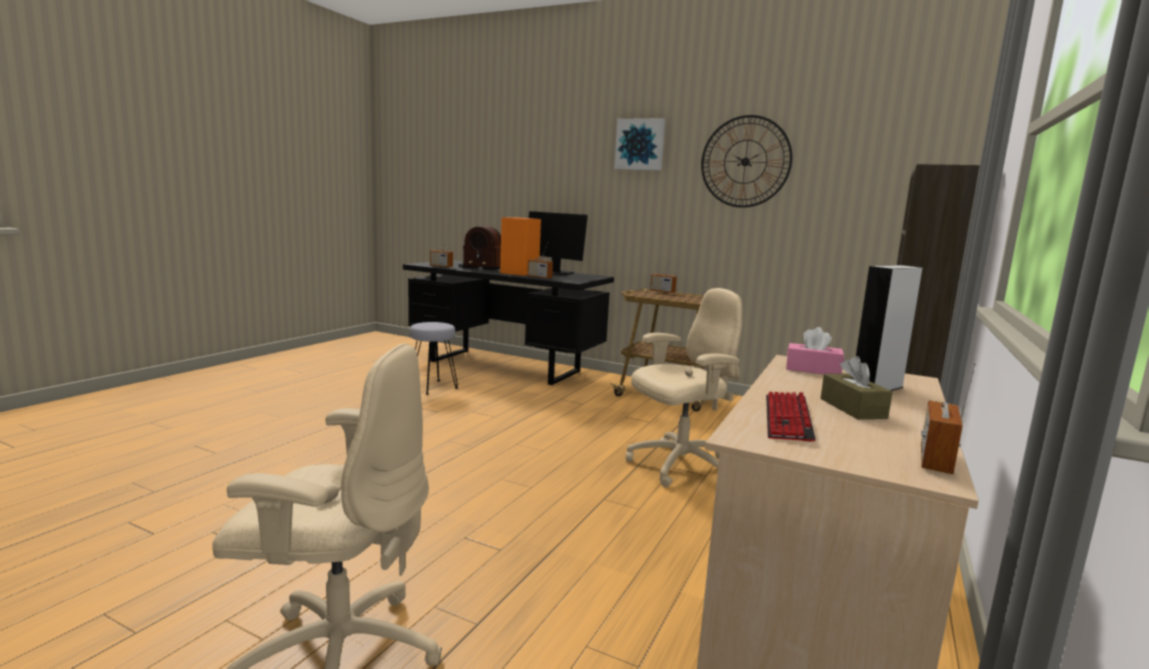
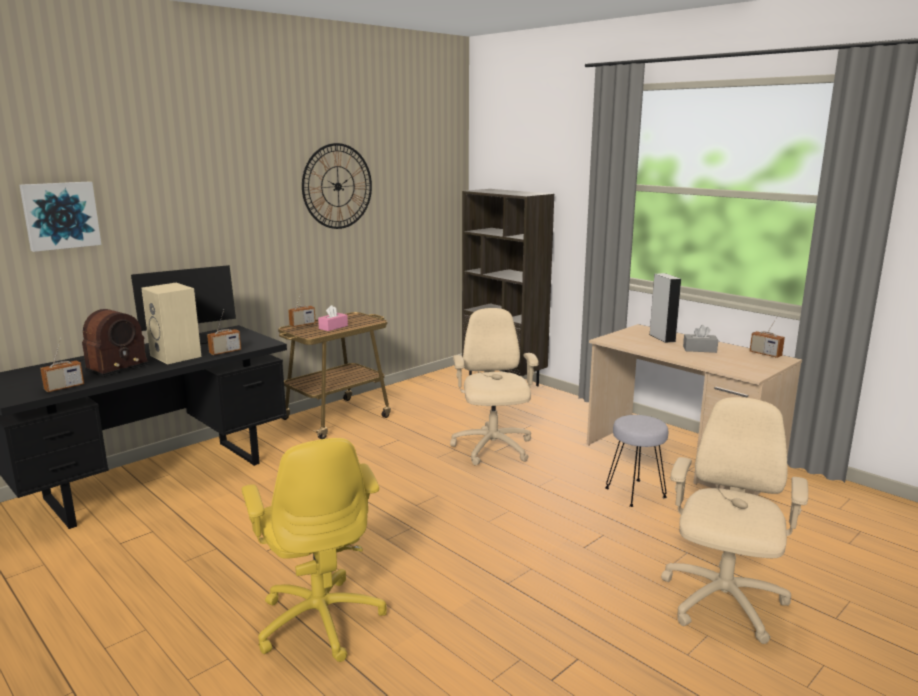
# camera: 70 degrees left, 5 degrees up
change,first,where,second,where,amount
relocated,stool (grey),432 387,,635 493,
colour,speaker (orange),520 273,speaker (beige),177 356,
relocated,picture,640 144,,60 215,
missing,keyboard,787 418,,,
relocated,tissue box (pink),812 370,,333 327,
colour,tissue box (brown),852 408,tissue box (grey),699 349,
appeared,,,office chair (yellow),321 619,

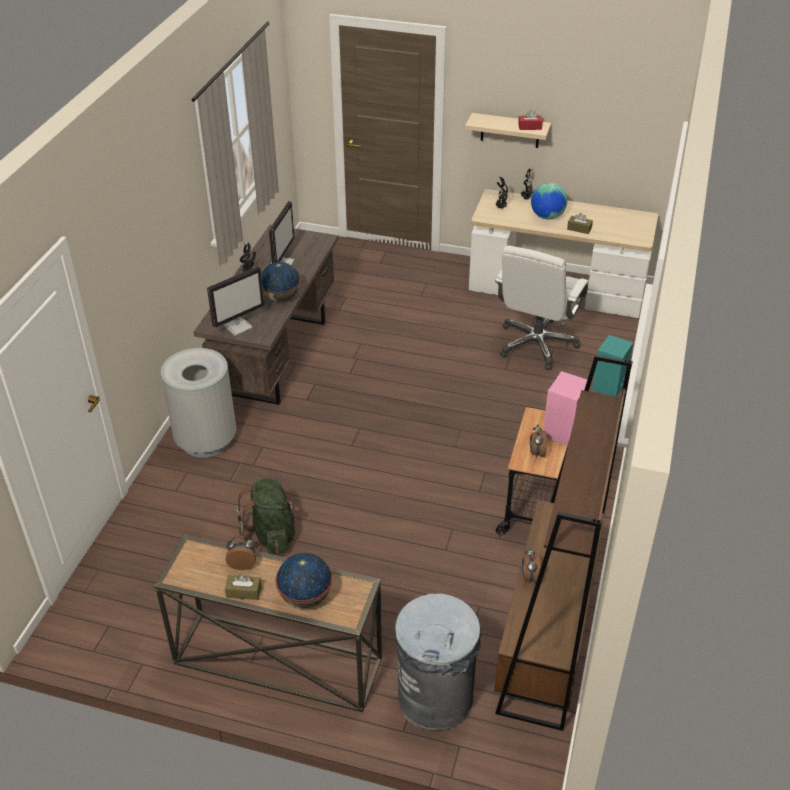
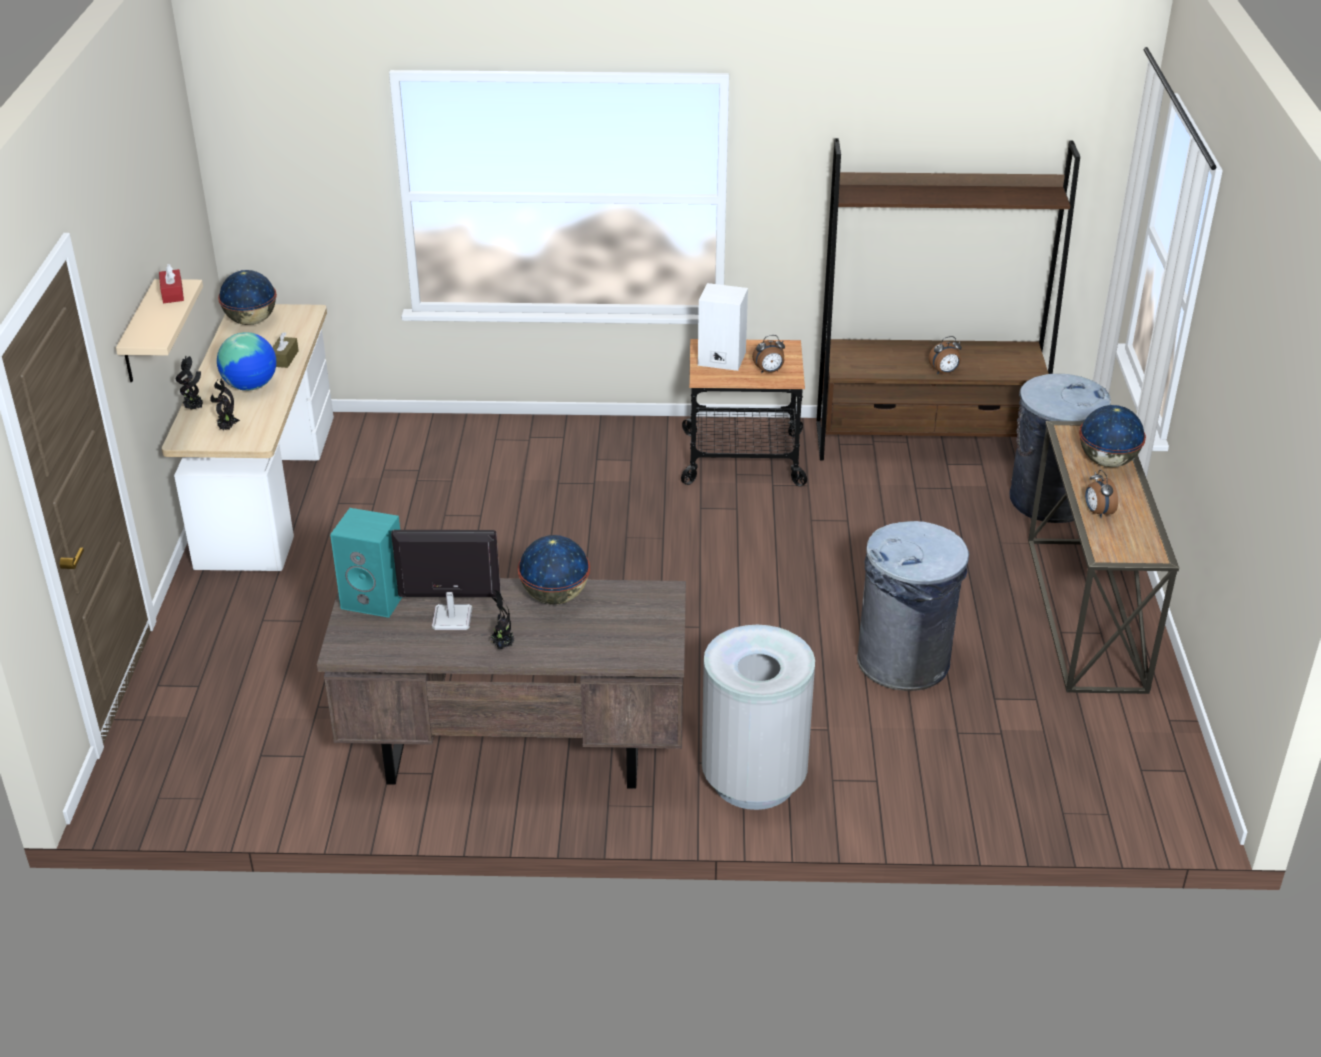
# camera: 105 degrees left, 5 degrees down
change,first,where,second,where,amount
missing,monitor,238 326,,,
missing,tissue box (brown),244 592,,,
exchanged,backpack (green),272 535,trash can (grey),904 662,
missing,office chair (white),536 344,,,
colour,speaker (pink),562 430,speaker (white),720 359,
relocated,speaker (turquoise),609 386,,376 598,
appeared,,,globe,252 321,

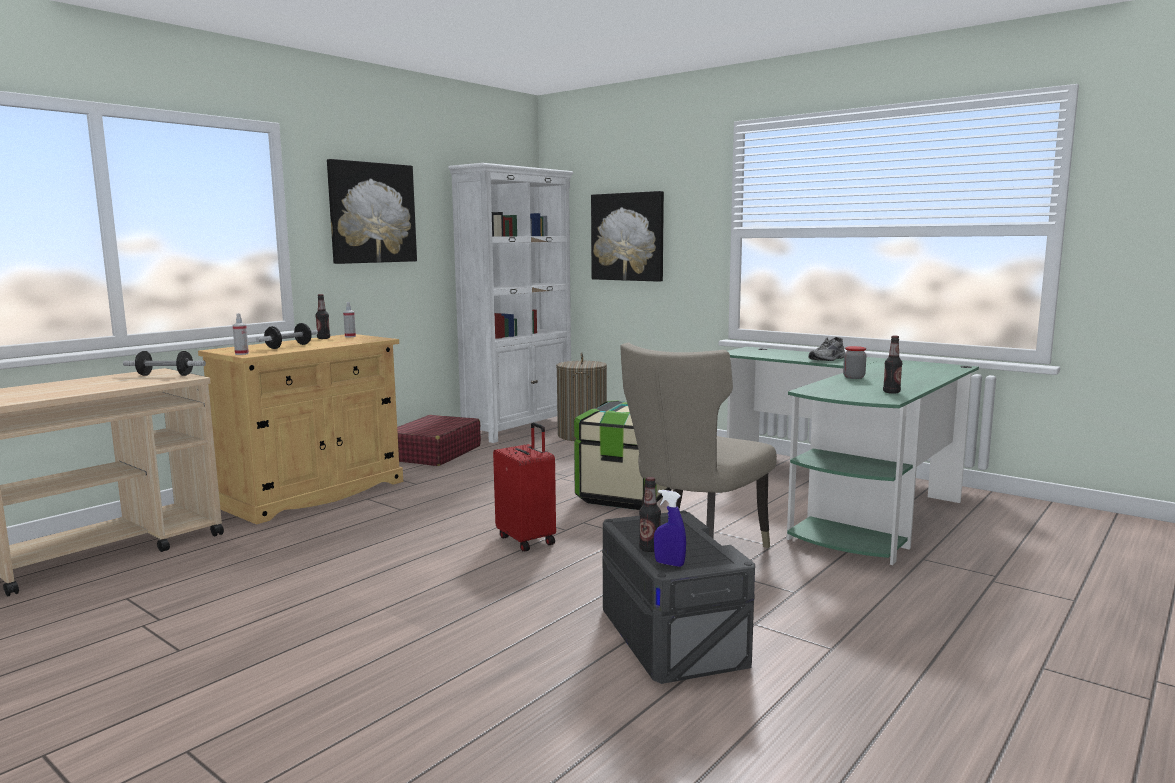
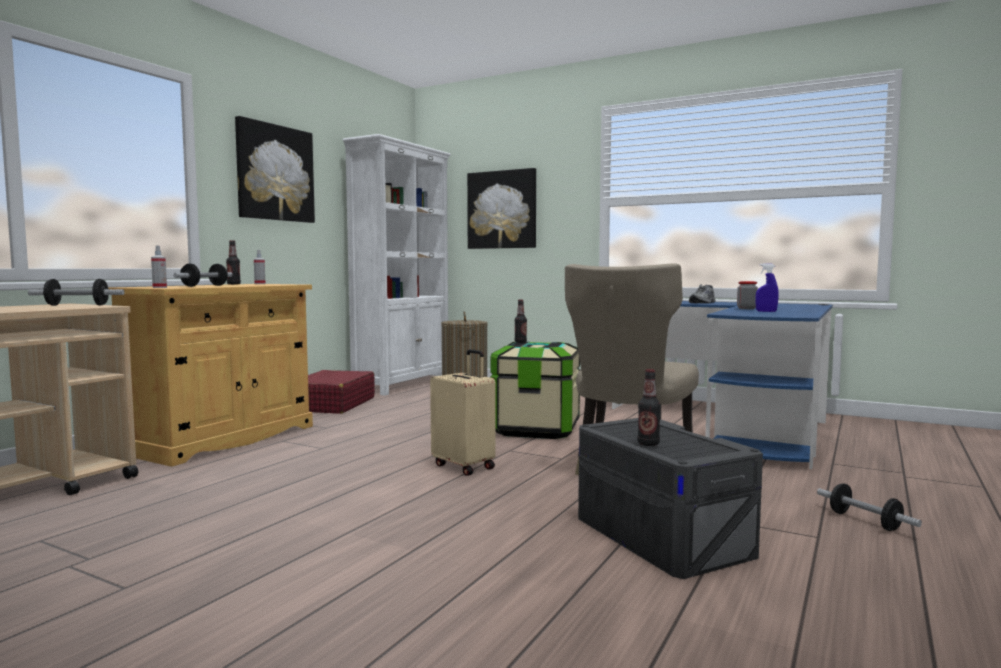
# camera: 10 degrees left, 5 degrees down
change,first,where,second,where,amount
colour,suitcase (red),527 540,suitcase (beige),465 466,
relocated,spray bottle (blue),669 564,,766 311,
colour,desk (green),847 501,desk (blue),732 425,
relocated,bottle,891 392,,520 342,
appeared,,,dumbbell,865 521,

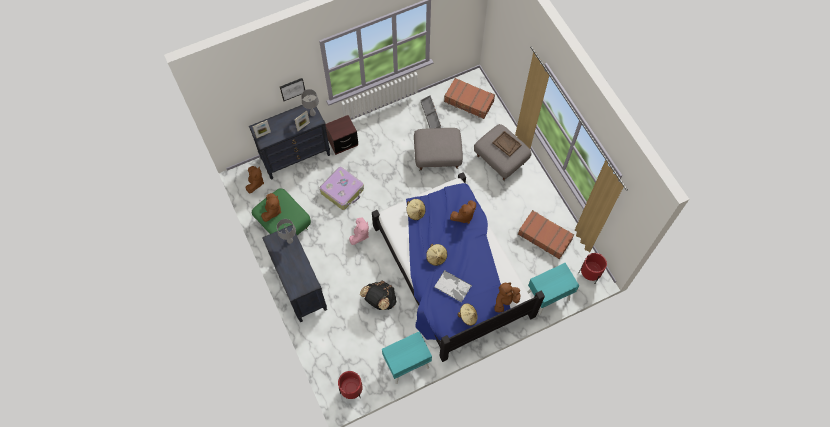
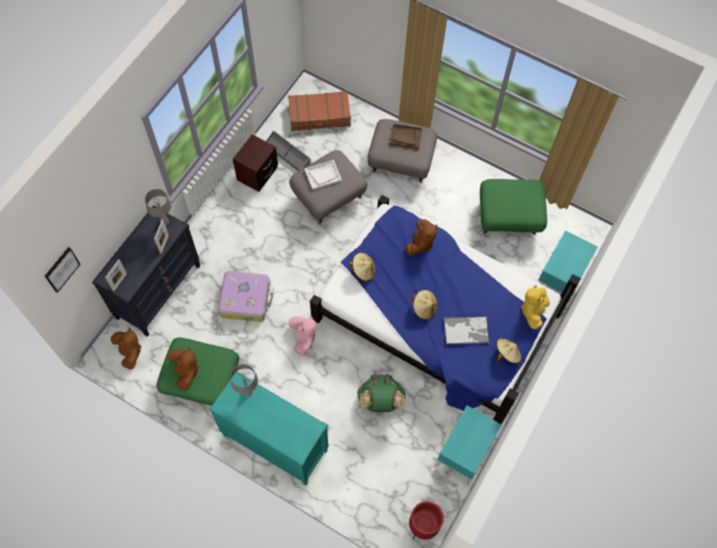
# camera: 35 degrees left, 0 degrees up
change,first,where,second,where,amount
colour,dresser (black),300 286,dresser (turquoise),274 443,
relocated,picture,292 88,,61 269,
relocated,nightstand (brown),343 142,,257 174,
colour,backpack (black),379 300,backpack (green),380 401,
colour,plush toy (brown),505 301,plush toy (yellow),533 311,
exchanged,suitcase (brown),545 236,ottoman (green),508 218,
missing,planter (red),589 274,,,
appeared,,,tray (white),323 175,

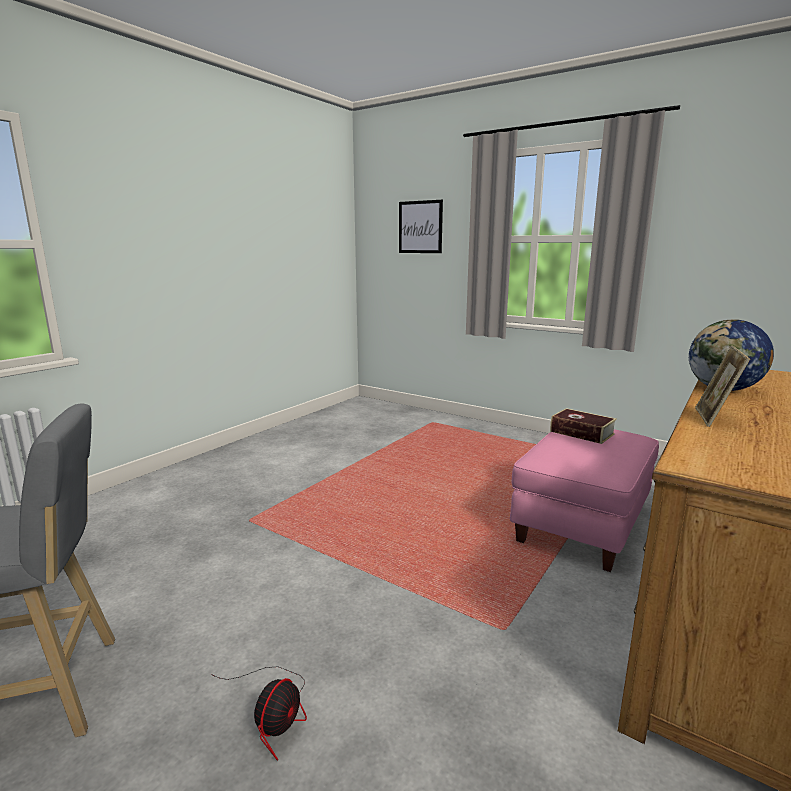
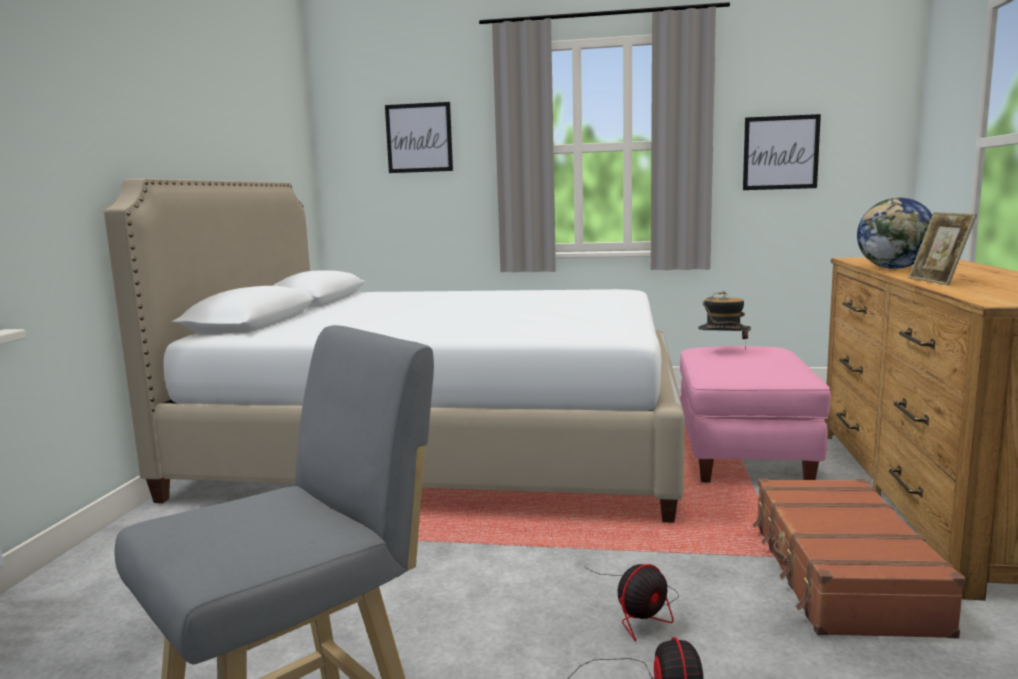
# camera: 25 degrees left, 5 degrees down
change,first,where,second,where,amount
exchanged,book,582 433,hat,723 351,
appeared,,,bed (white),444 447,
appeared,,,fan,641 610,
appeared,,,picture,780 153,
appeared,,,suitcase (brown),840 575,

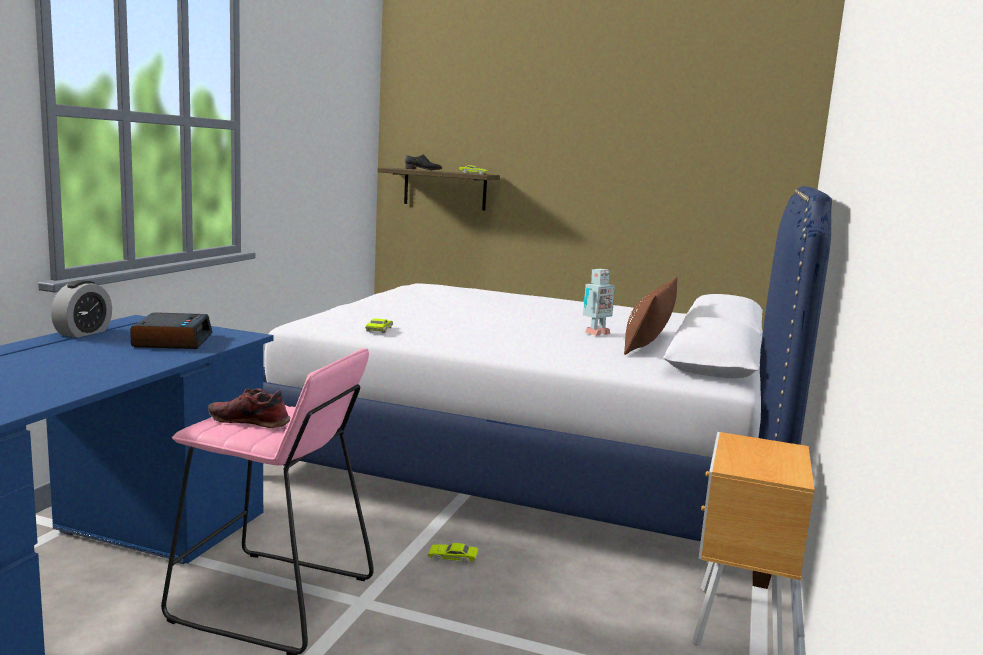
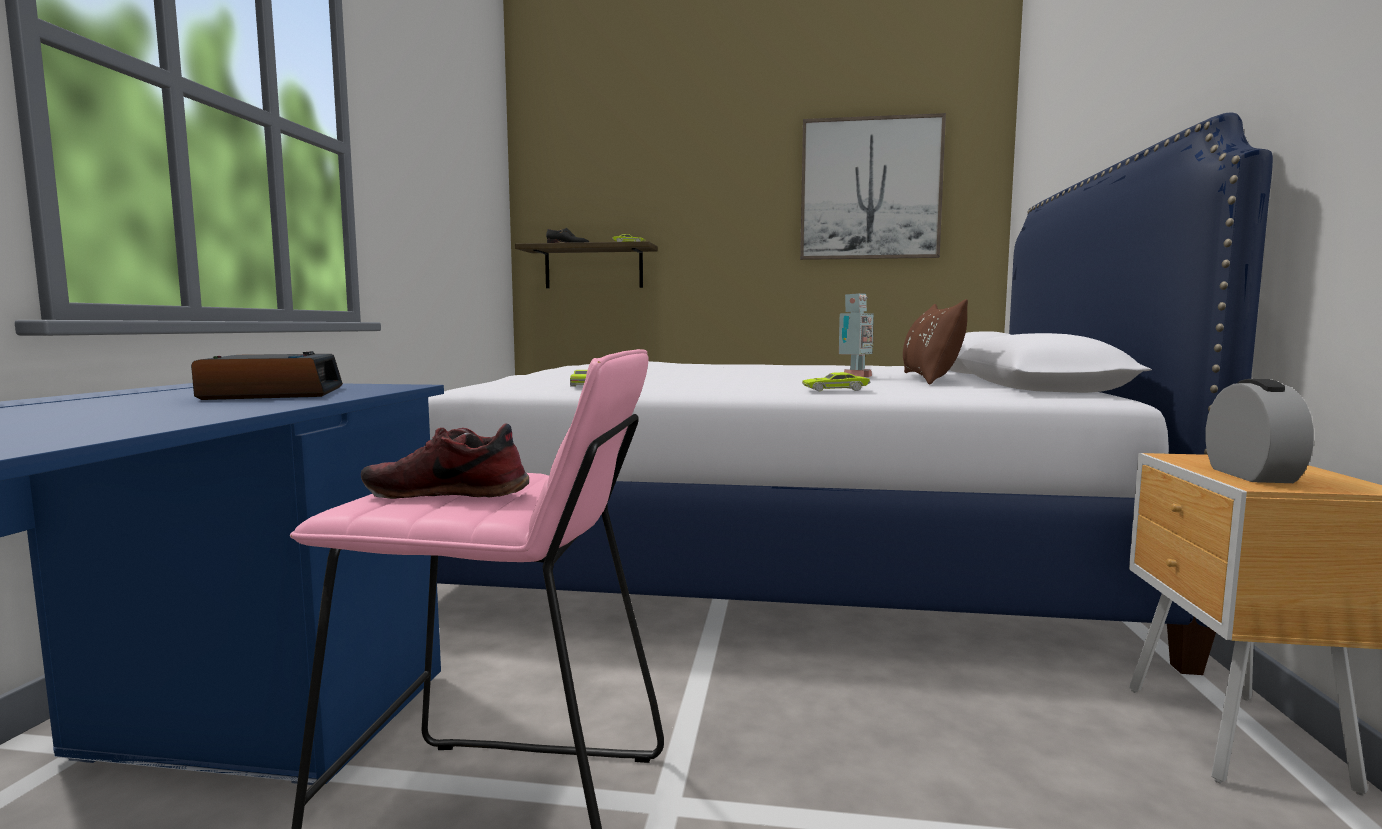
# camera: 10 degrees left, 5 degrees down
change,first,where,second,where,amount
relocated,alarm clock,83 333,,1251 475,
relocated,toy car (green),453 558,,835 390,
appeared,,,picture,870 189,

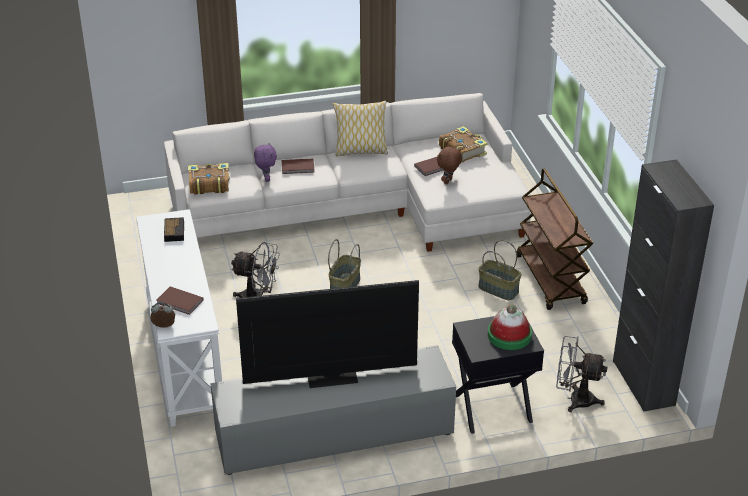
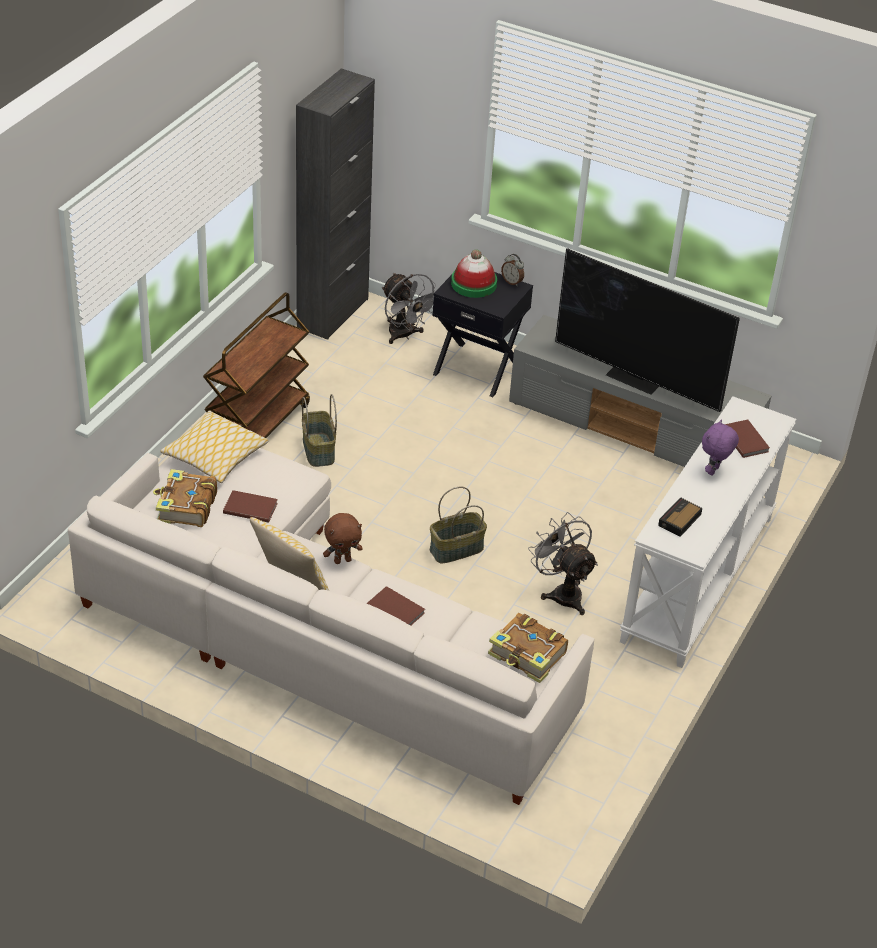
# camera: 140 degrees left, 5 degrees up
change,first,where,second,where,amount
relocated,alarm clock,163 326,,512 282,
relocated,plush toy (purple),266 179,,714 471,
relocated,plush toy (brown),448 182,,342 560,
appeared,,,pillow,215 456,

